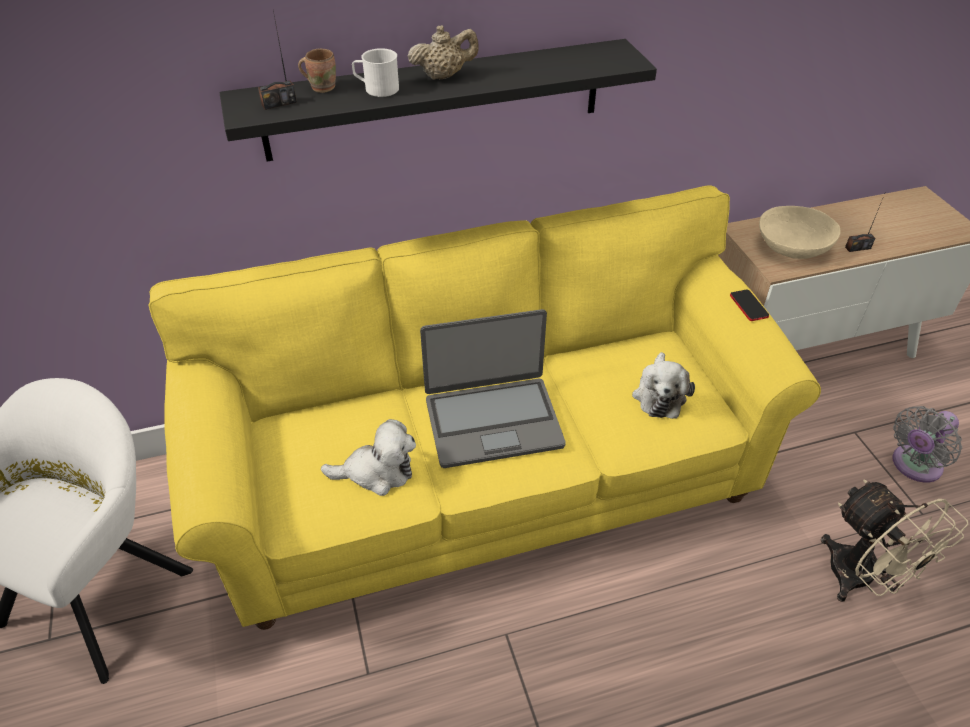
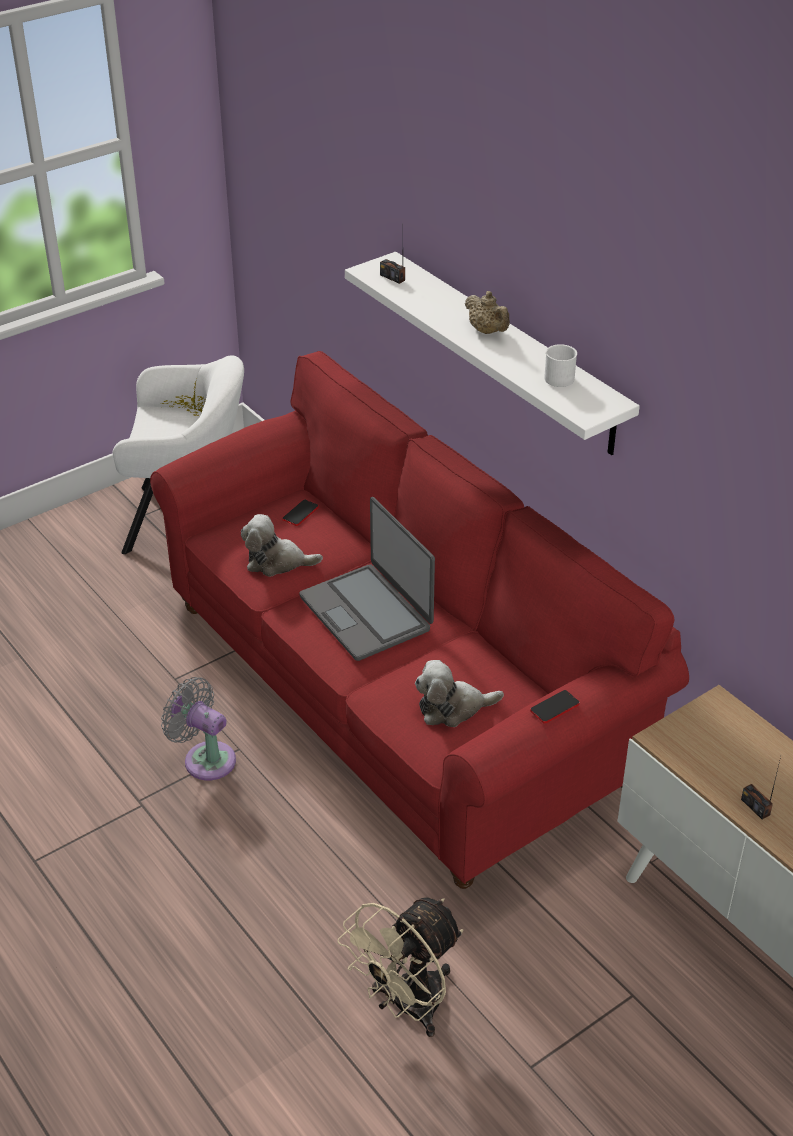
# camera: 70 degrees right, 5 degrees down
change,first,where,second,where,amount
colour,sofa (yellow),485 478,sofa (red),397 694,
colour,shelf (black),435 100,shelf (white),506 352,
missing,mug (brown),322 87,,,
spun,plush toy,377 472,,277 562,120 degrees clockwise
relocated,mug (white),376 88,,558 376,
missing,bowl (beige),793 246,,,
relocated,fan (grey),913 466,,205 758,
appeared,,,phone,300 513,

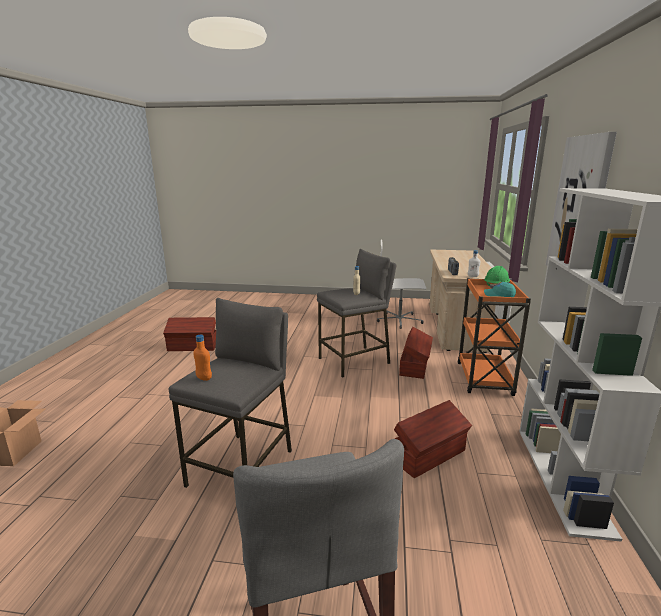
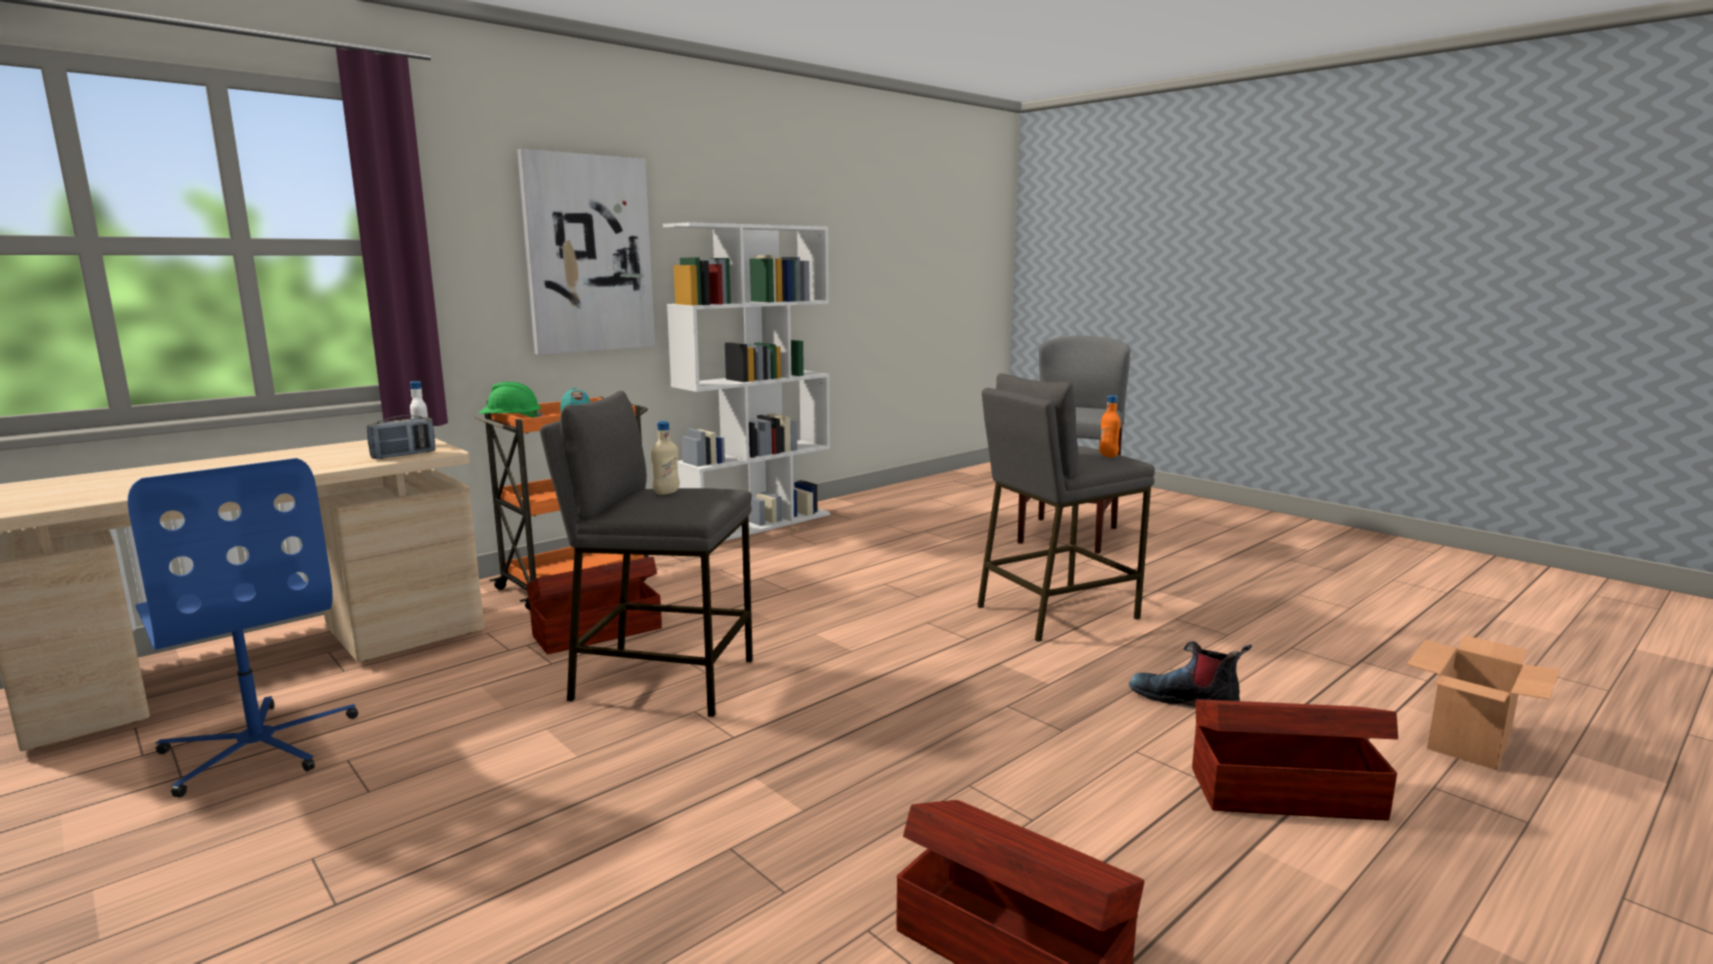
# camera: 140 degrees left, 5 degrees down
change,first,where,second,where,amount
colour,office chair (white),399 320,office chair (blue),259 746,
relocated,storage box (brown),429 455,,1283 791,
appeared,,,boot,1185 700,

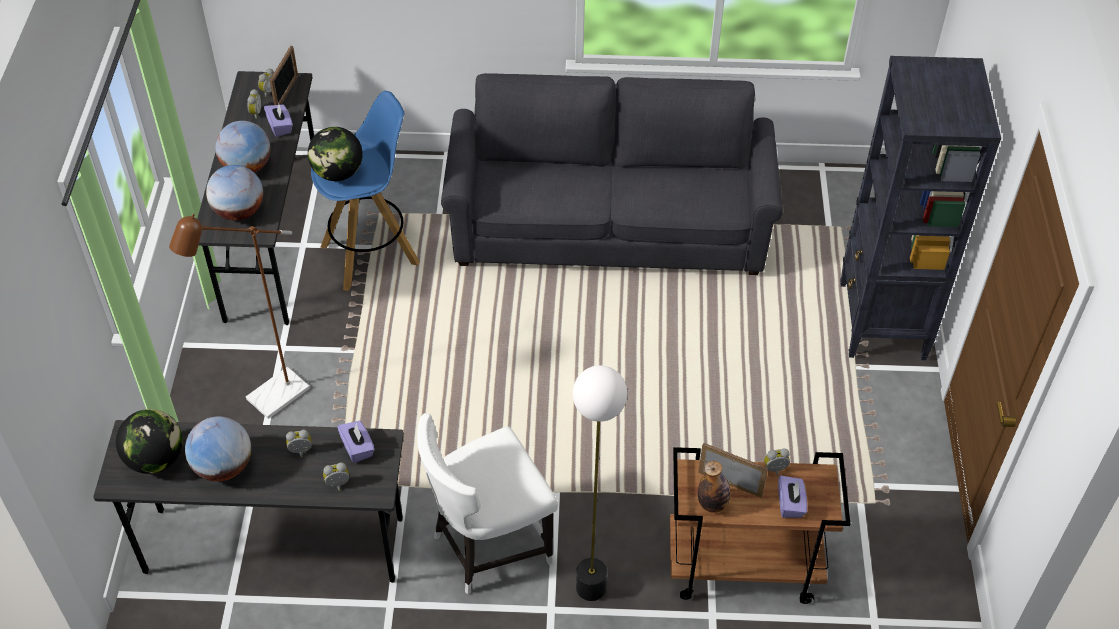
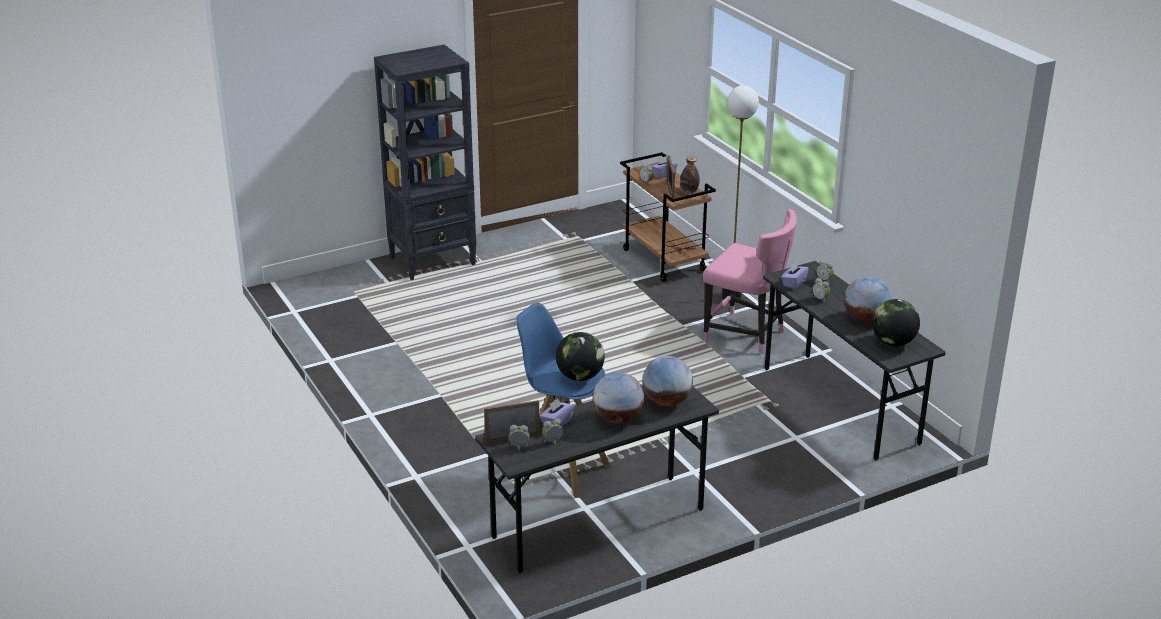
# camera: 120 degrees left, 20 degrees down
change,first,where,second,where,amount
missing,floor lamp (brown),269 400,,,
colour,chair (white),488 546,chair (pink),746 335,
missing,sofa (grey),609 226,,,

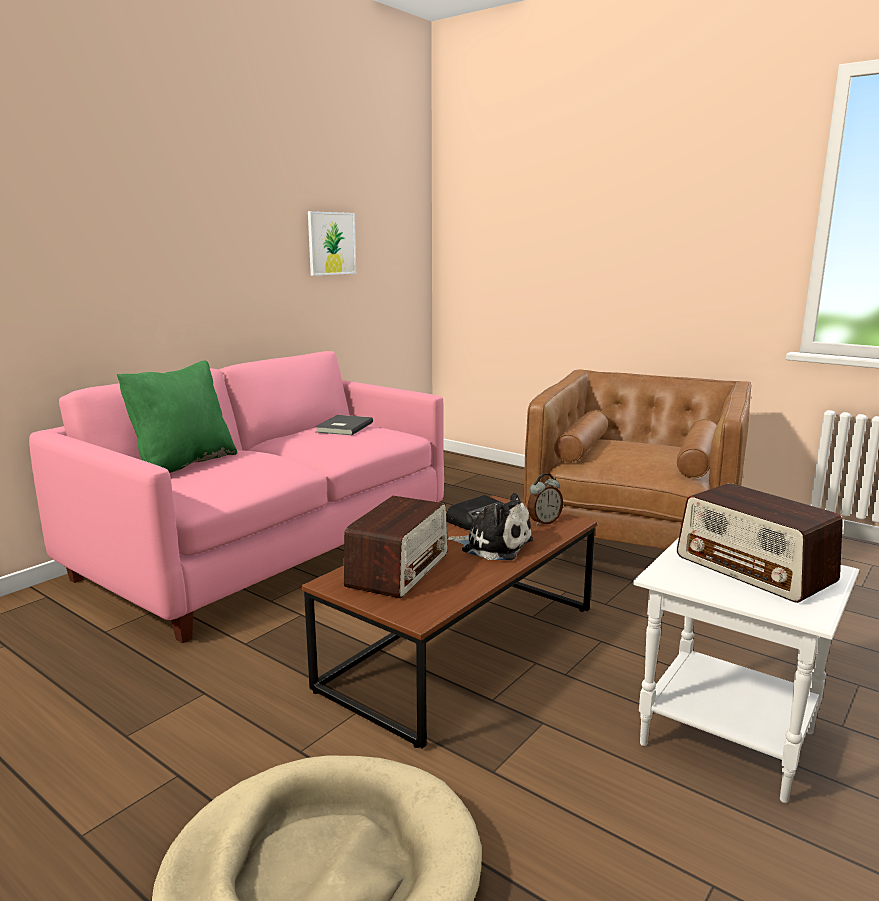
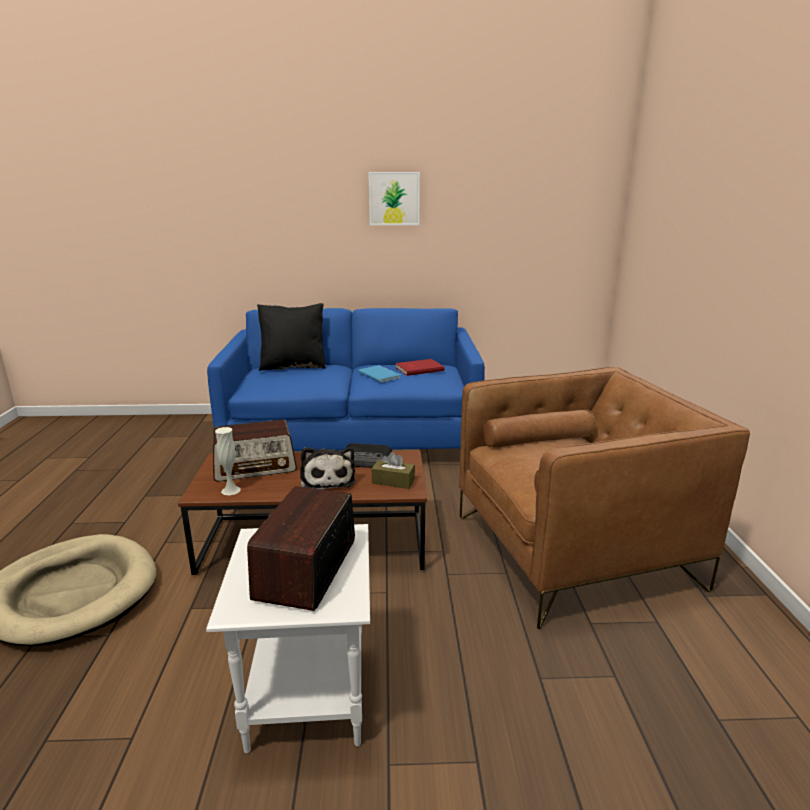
# camera: 50 degrees right, 5 degrees up
change,first,where,second,where,amount
colour,sofa (pink),268 549,sofa (blue),354 438,
colour,pillow (green),183 464,pillow (black),293 366,
relocated,picture,331 243,,394 198,
colour,book (grey),343 427,book (red),418 368,
exchanged,alarm clock,543 522,tissue box (brown),393 481,
appeared,,,vase (white),231 490,
appeared,,,book (blue),379 374,

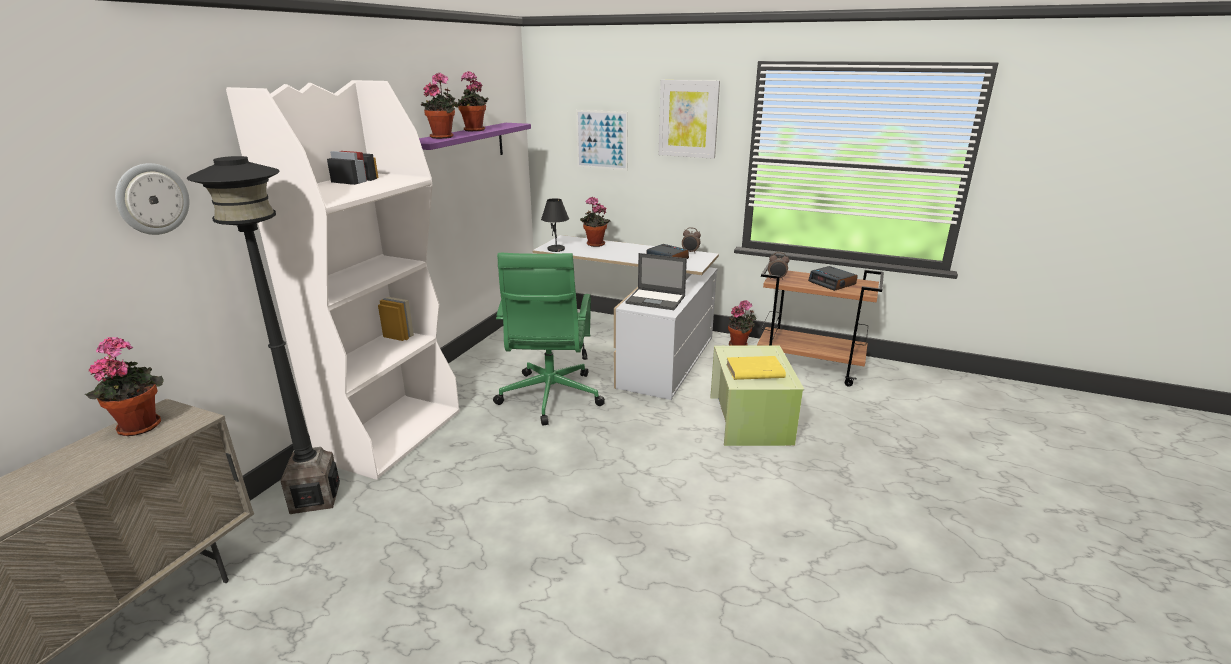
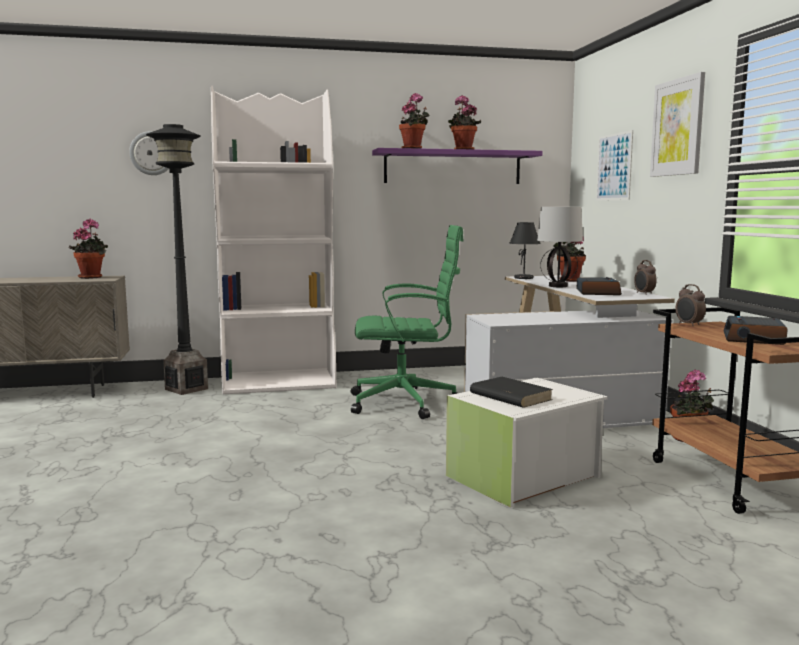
# camera: 55 degrees right, 15 degrees down
change,first,where,second,where,amount
spun,office chair (green),550 398,,406 403,150 degrees counterclockwise
missing,laptop,656 300,,,
colour,storage box (green),751 419,storage box (white),525 477,
colour,book (yellow),754 371,book (black),510 396,
appeared,,,table lamp,557 286,

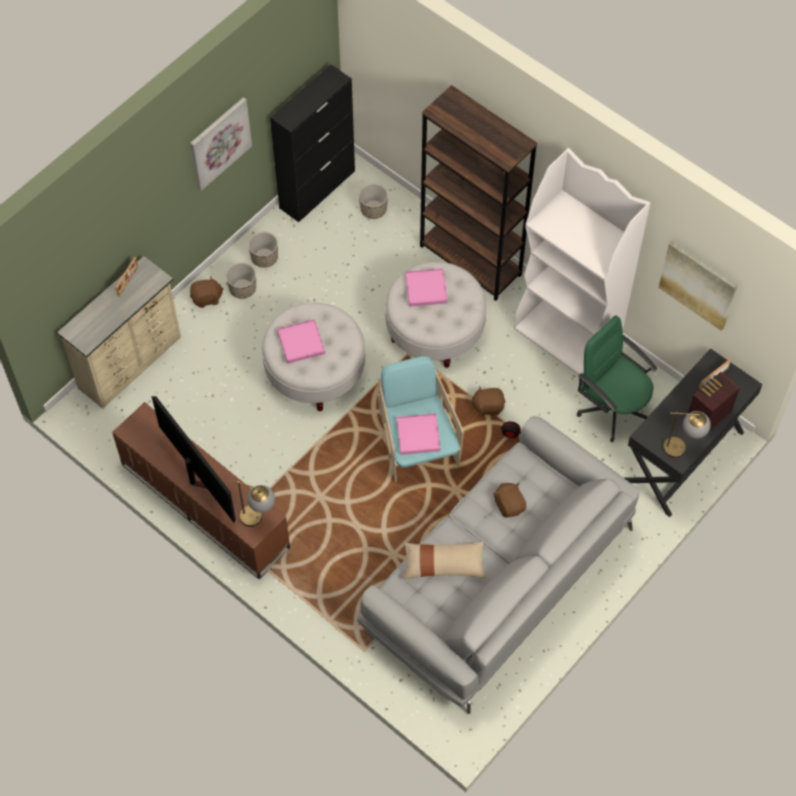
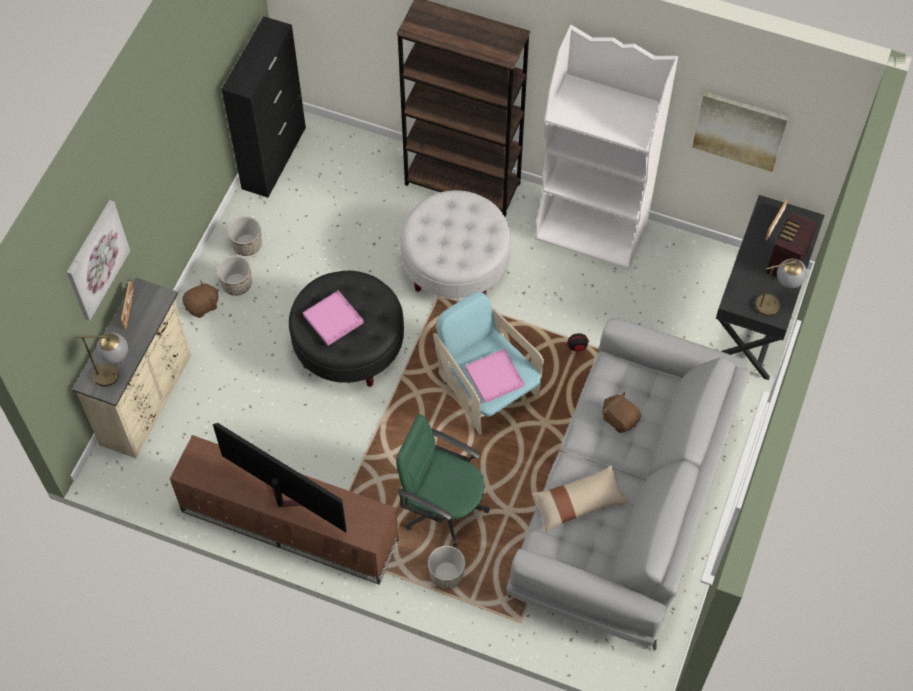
# camera: 20 degrees left, 0 degrees up
change,first,where,second,where,amount
relocated,picture,219 142,,96 259,
relocated,table lamp,259 519,,116 375,
colour,ottoman (white),315 371,ottoman (black),349 346,
relocated,planter,373 209,,446 574,
missing,tray (pink),426 289,,,
missing,plush toy (brown),488 406,,,
relocated,office chair (green),613 407,,443 507,

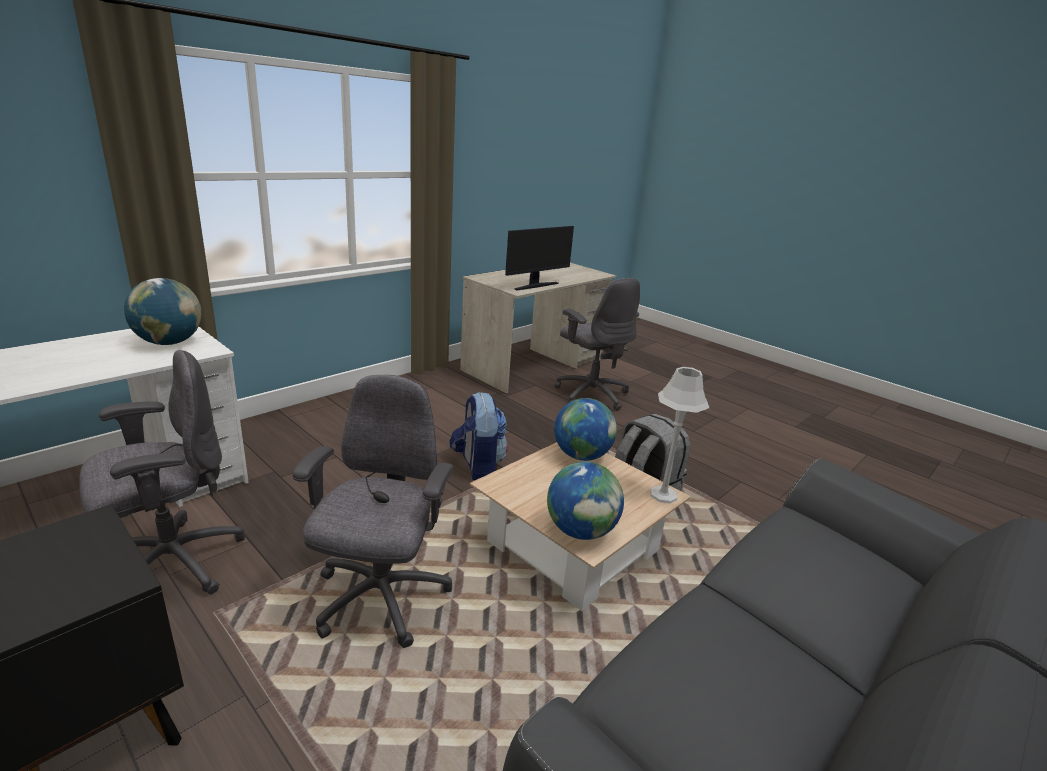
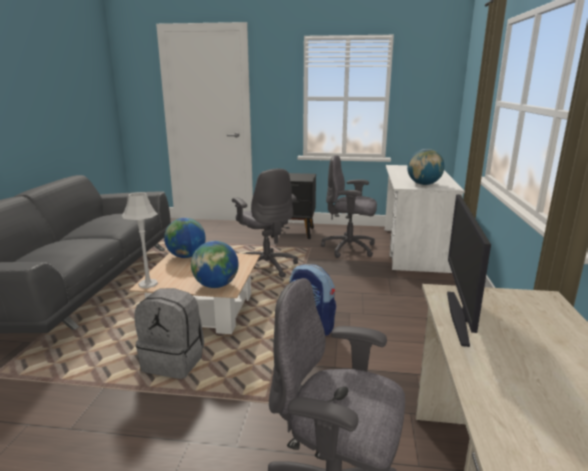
# camera: 145 degrees right, 5 degrees down
change,first,where,second,where,amount
spun,office chair (grey),171 563,,349 249,90 degrees clockwise

